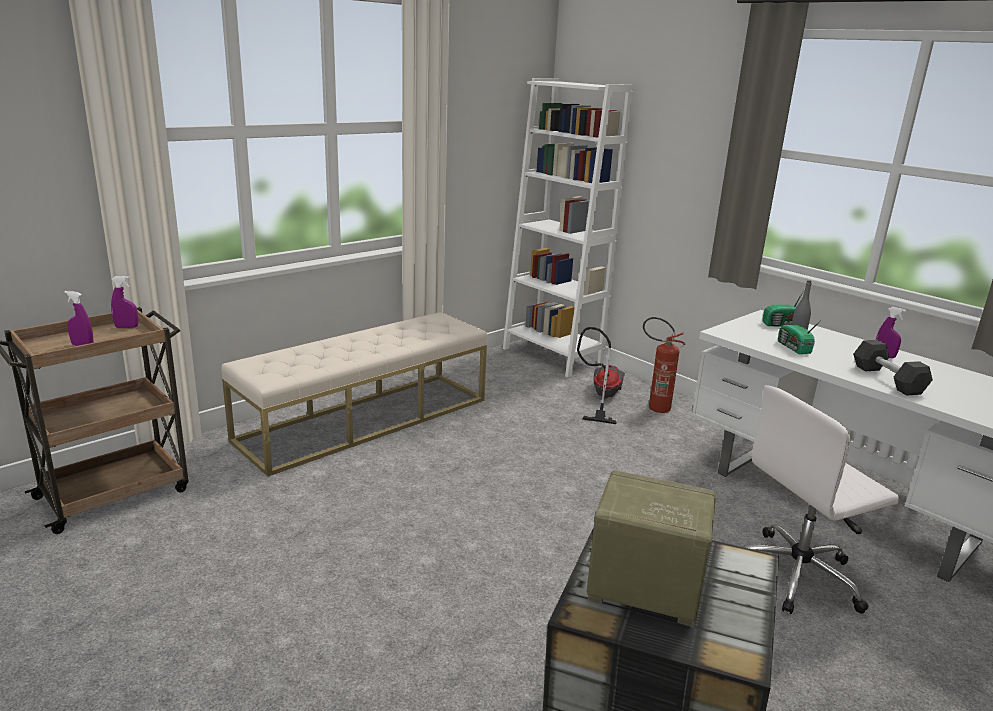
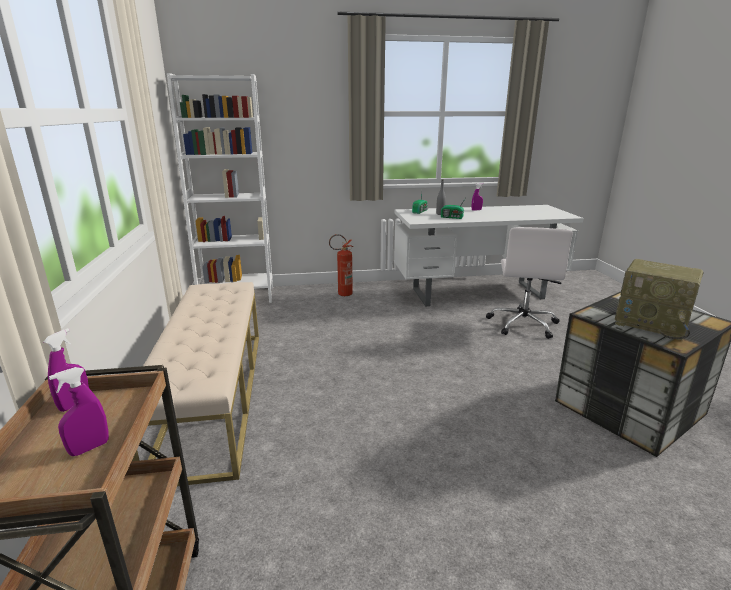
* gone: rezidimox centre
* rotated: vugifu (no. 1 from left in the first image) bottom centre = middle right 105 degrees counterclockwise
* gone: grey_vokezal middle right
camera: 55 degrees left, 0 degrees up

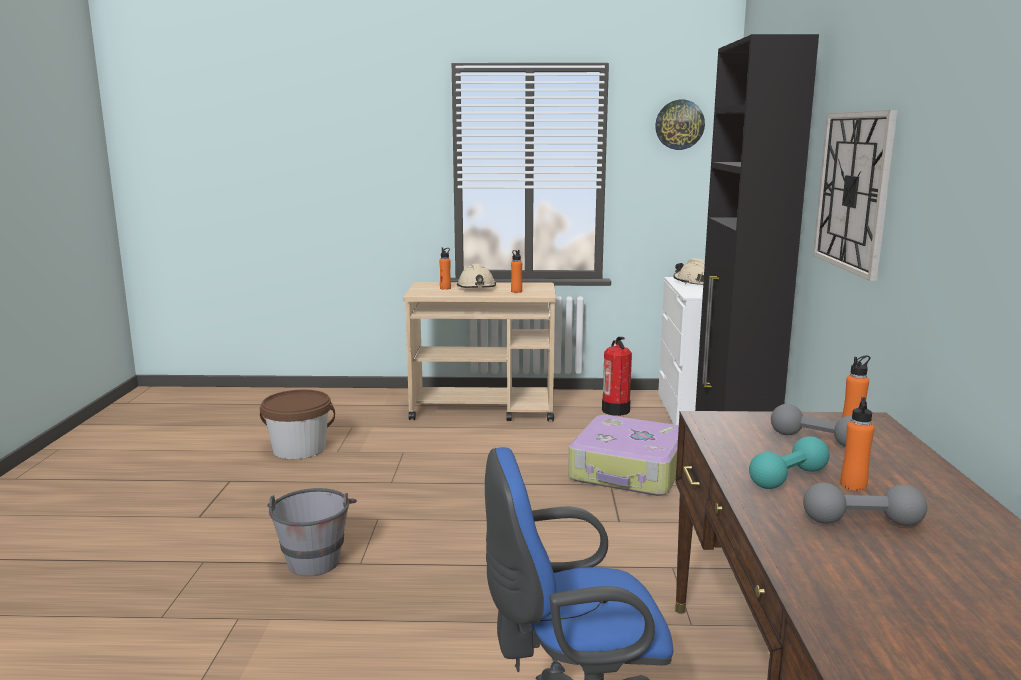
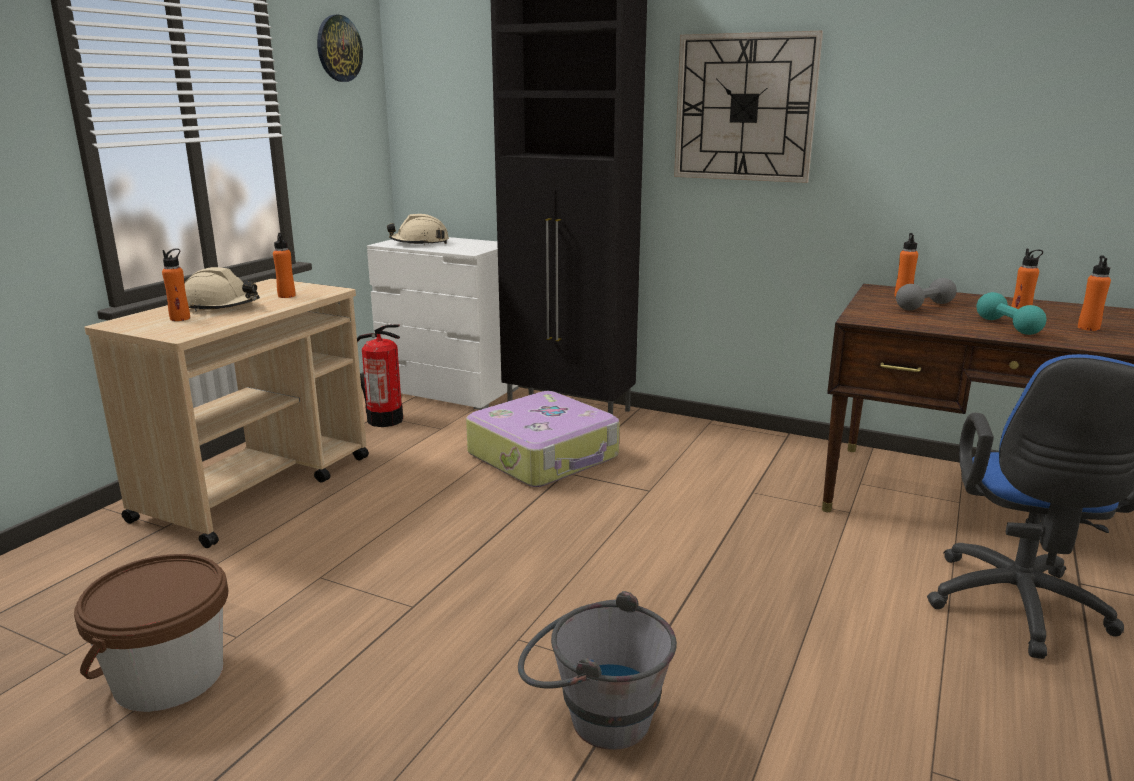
* swapped: grey_vokezal (no. 2 from left) bottom right to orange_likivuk (no. 5 from left) middle right
camera: 65 degrees left, 5 degrees up

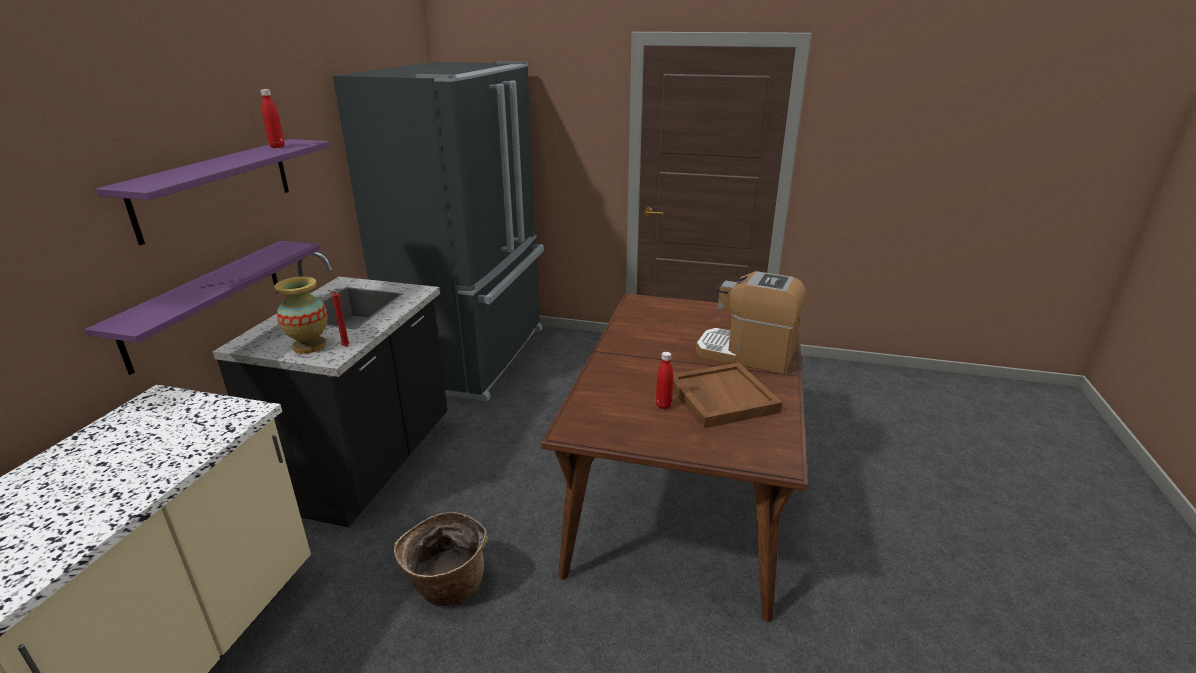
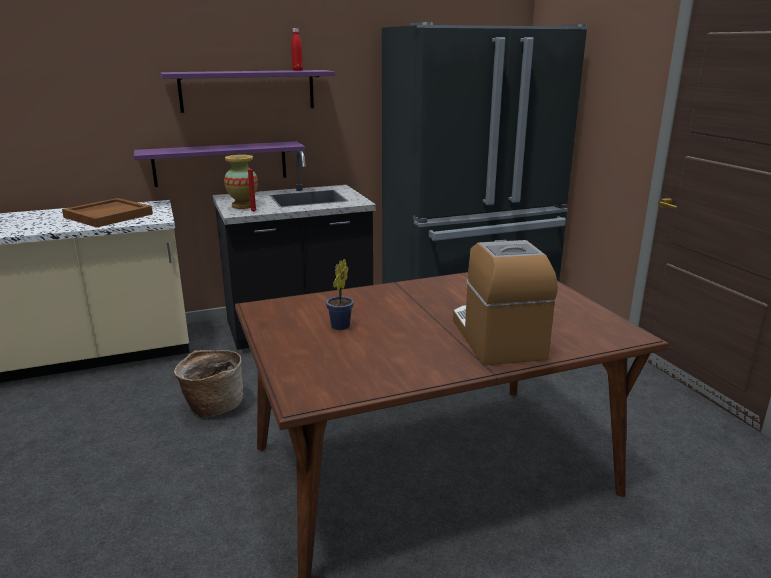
* swapped: red_likivuk (no. 2 from left) centre to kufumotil centre
* shifted: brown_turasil centre to middle left
camera: 55 degrees right, 5 degrees down

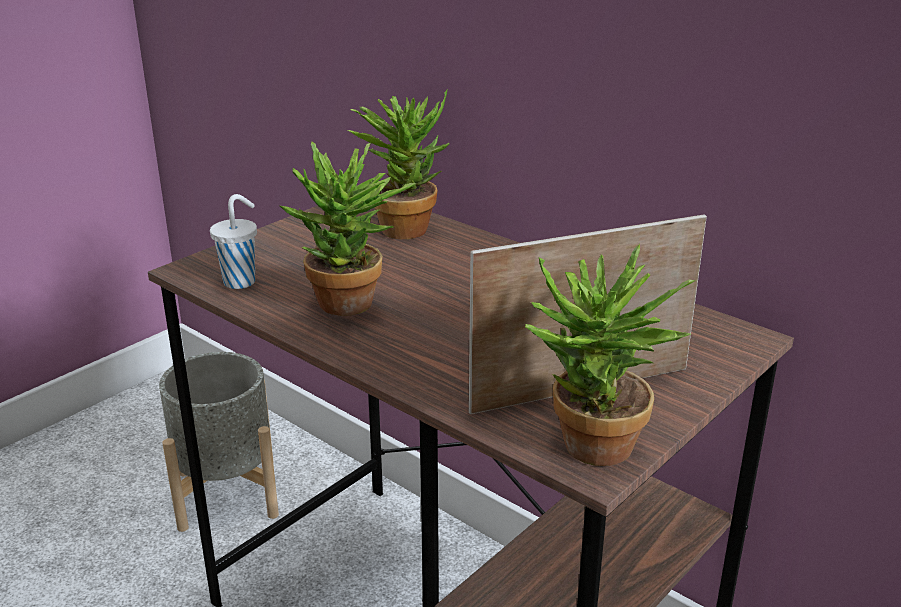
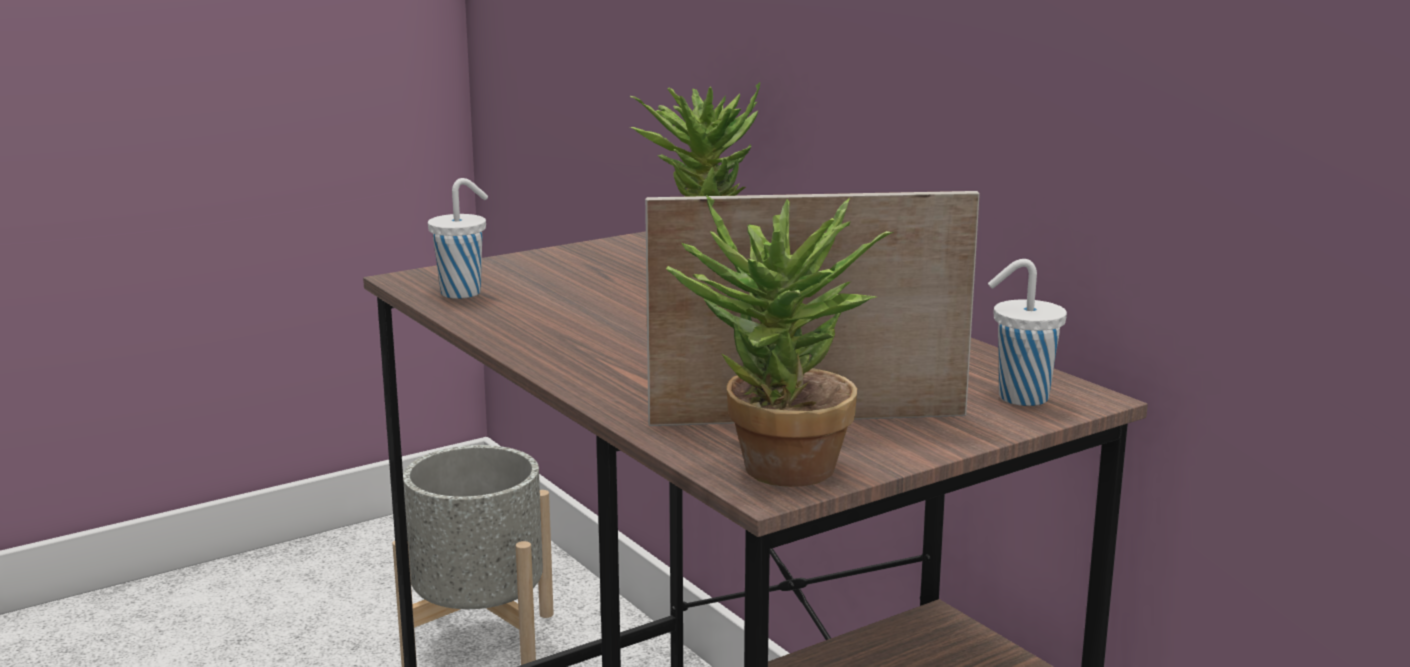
* gone: kufumotil (no. 1 from left) centre
* new: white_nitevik (no. 2 from left) middle right
camera: 15 degrees right, 10 degrees down

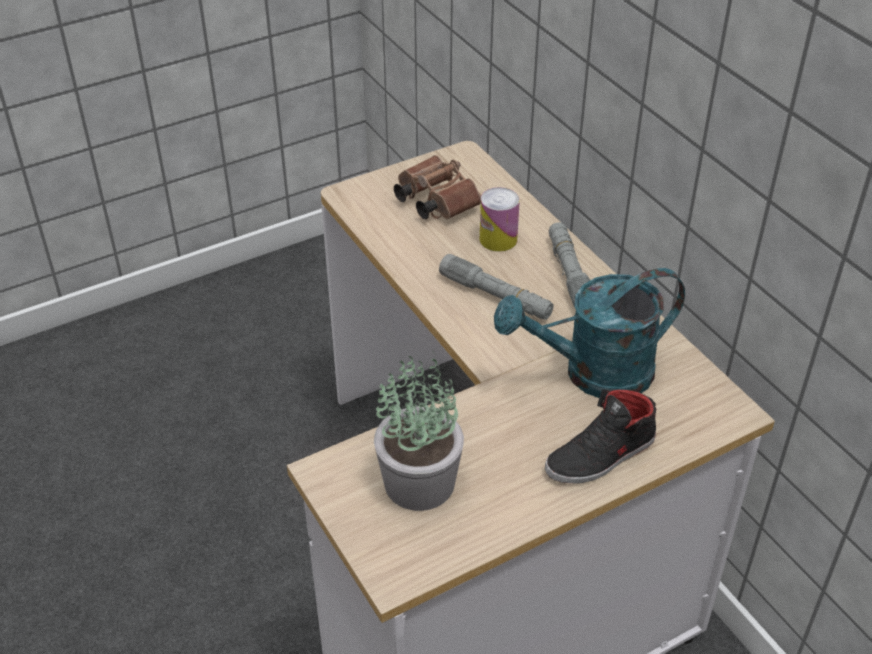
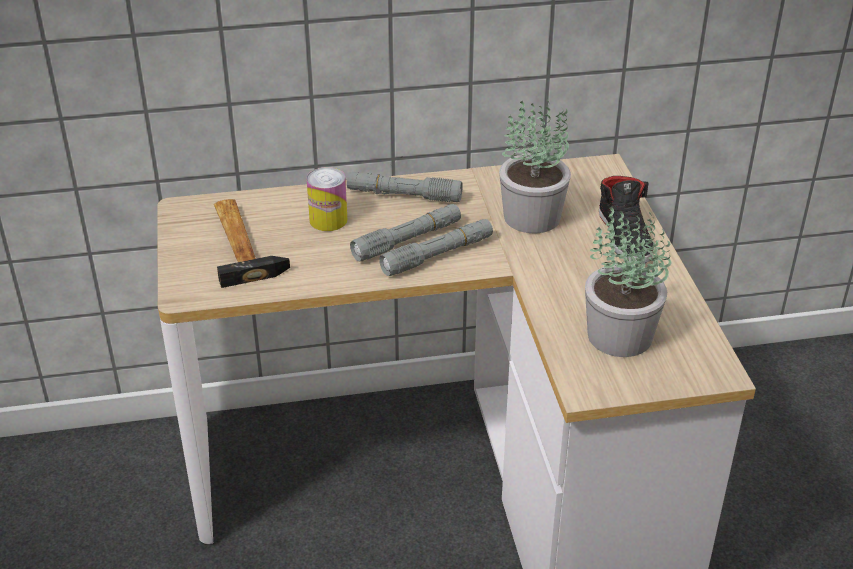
* swapped: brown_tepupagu top centre to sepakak middle left
* swapped: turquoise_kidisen middle right to kufumotil (no. 1 from left) top centre
* new: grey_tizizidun (no. 3 from left) centre
camera: 70 degrees left, 5 degrees down

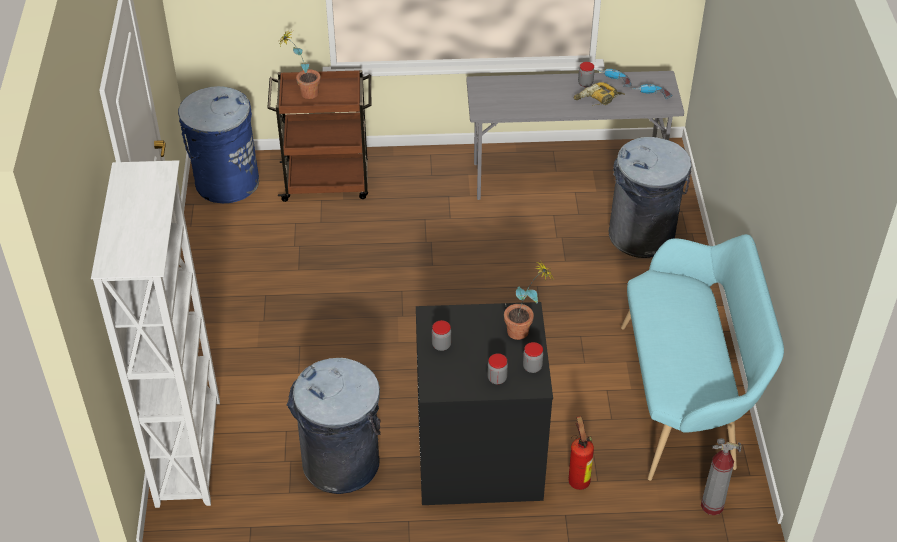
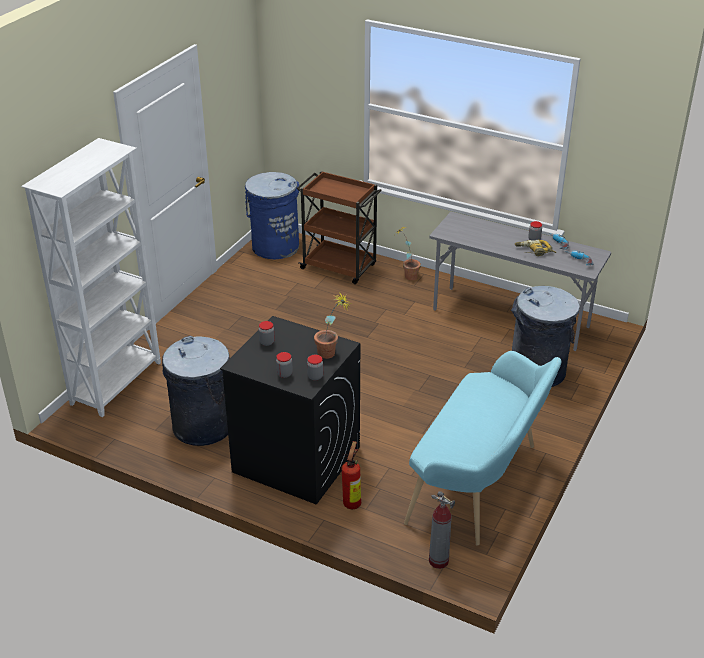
* shifted: kufumotil (no. 1 from left in the first image) top centre to kufumotil (no. 2 from left) centre
camera: 30 degrees right, 10 degrees down

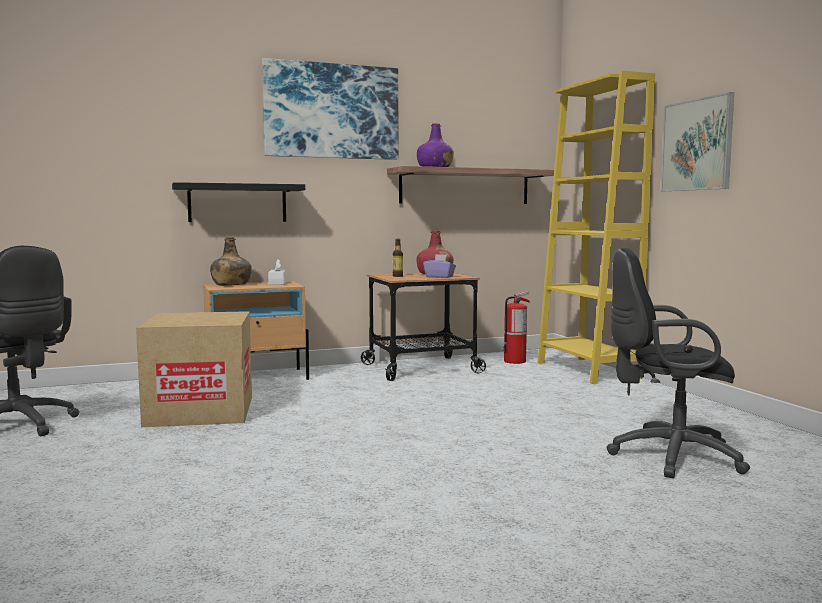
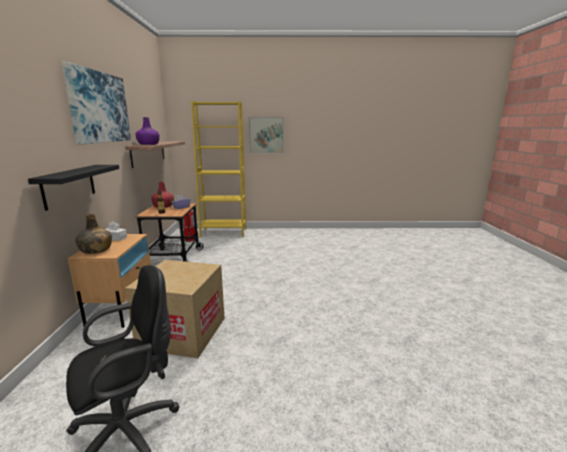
* gone: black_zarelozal (no. 2 from left) middle right
camera: 70 degrees left, 10 degrees up

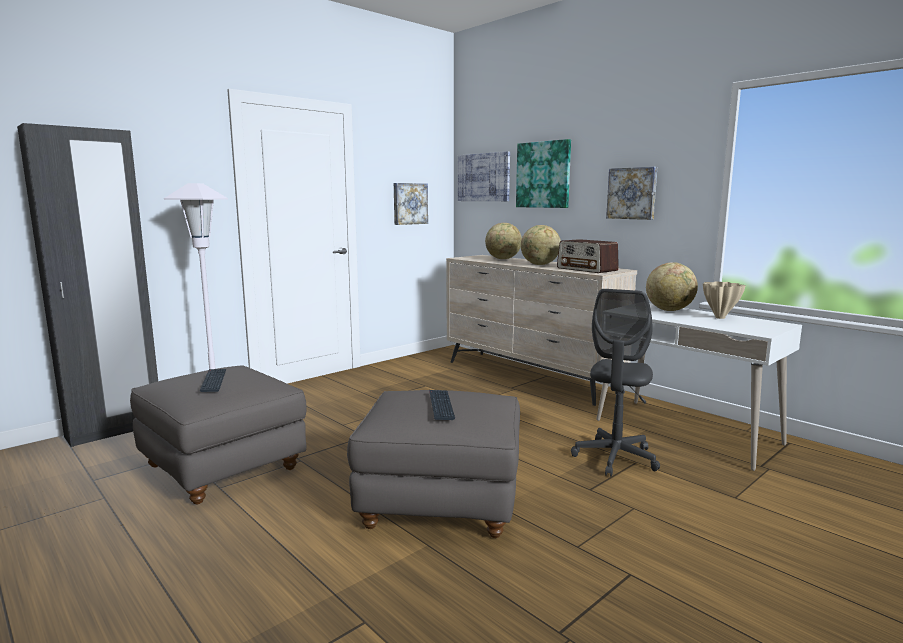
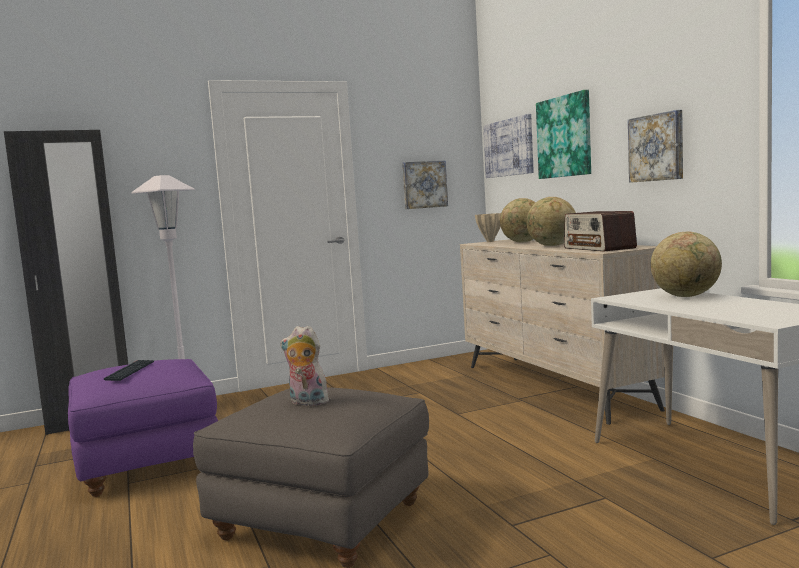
* repainted: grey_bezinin (no. 1 from left) bottom left to purple_bezinin bottom left
* swapped: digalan (no. 2 from left) centre to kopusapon centre
* gone: grey_zarelozal middle right
* shifted: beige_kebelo middle right to centre
camera: 20 degrees right, 5 degrees down

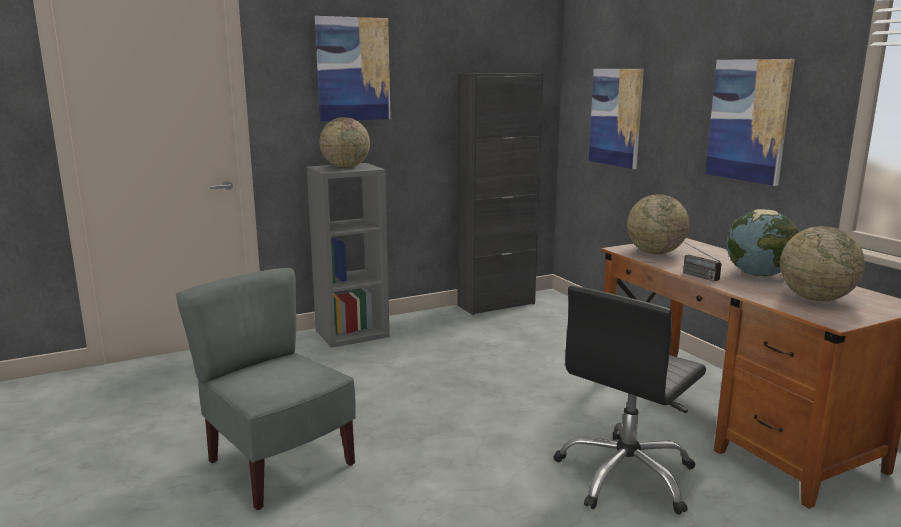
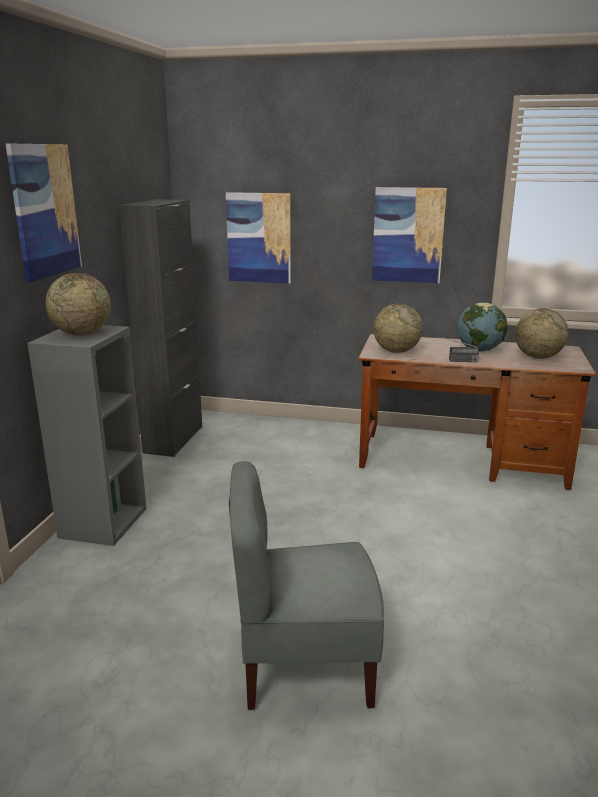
* gone: black_zarelozal bottom right
camera: 50 degrees left, 5 degrees up

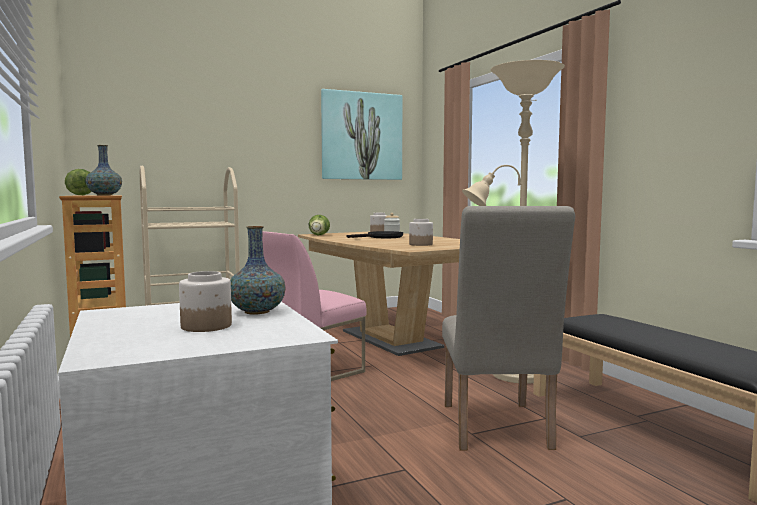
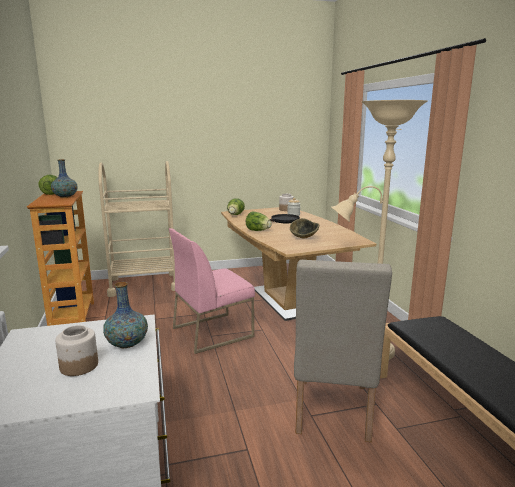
* gone: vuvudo top centre
* swapped: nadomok (no. 4 from left) centre to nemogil centre
* new: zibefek (no. 3 from left) centre
camera: 10 degrees right, 10 degrees up

